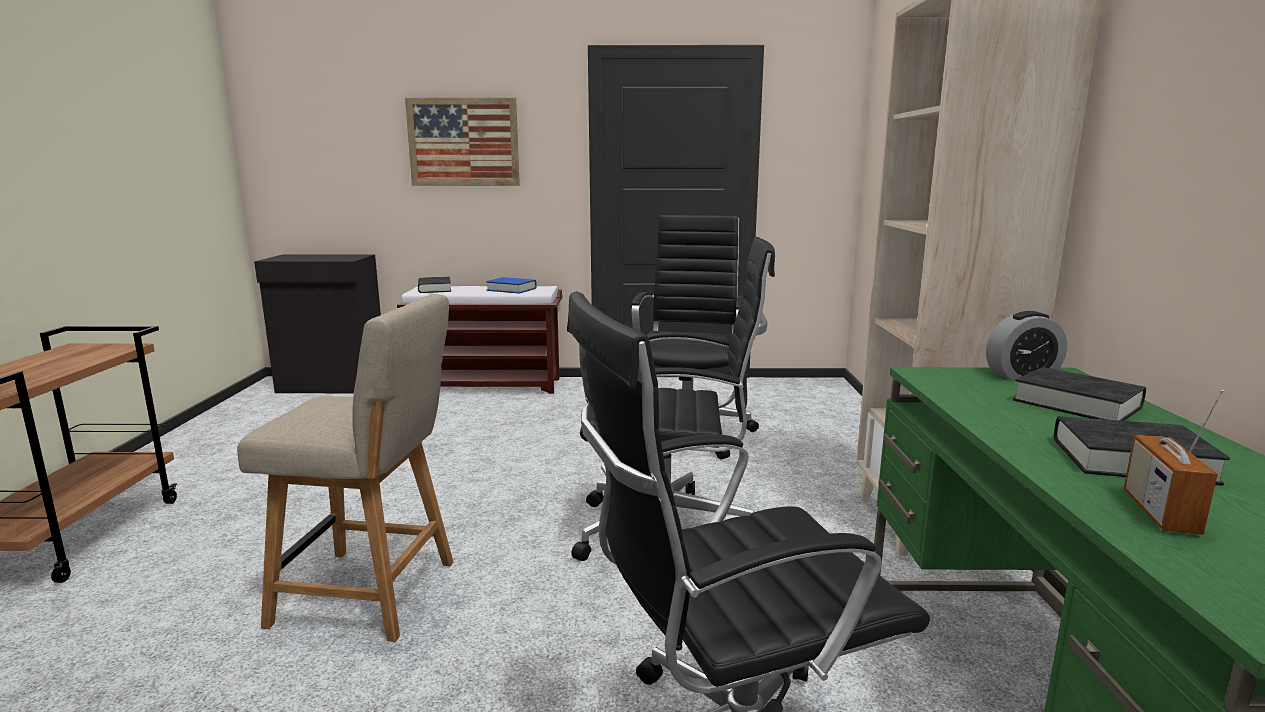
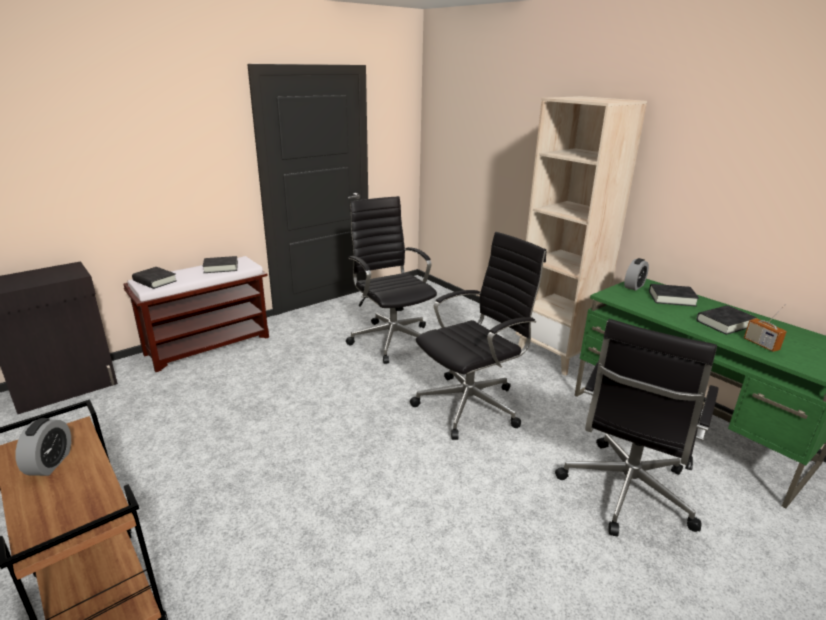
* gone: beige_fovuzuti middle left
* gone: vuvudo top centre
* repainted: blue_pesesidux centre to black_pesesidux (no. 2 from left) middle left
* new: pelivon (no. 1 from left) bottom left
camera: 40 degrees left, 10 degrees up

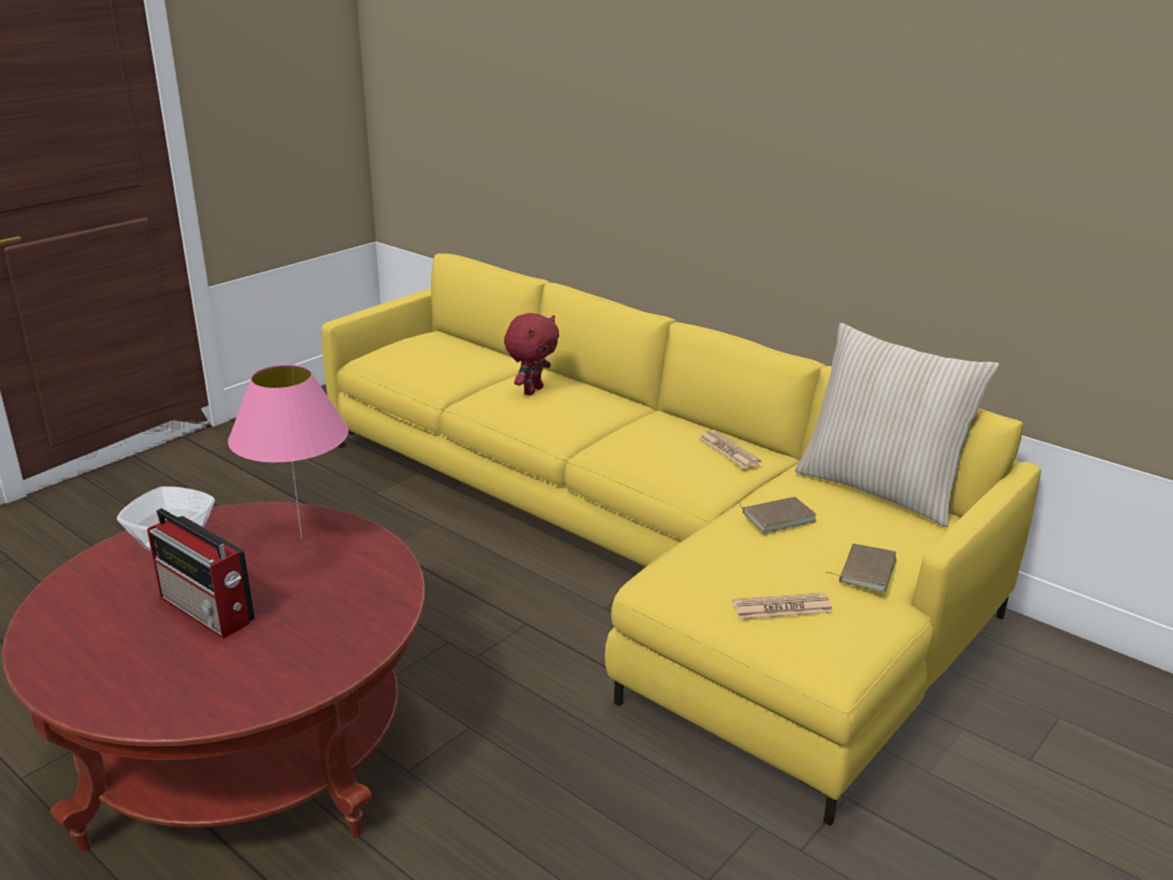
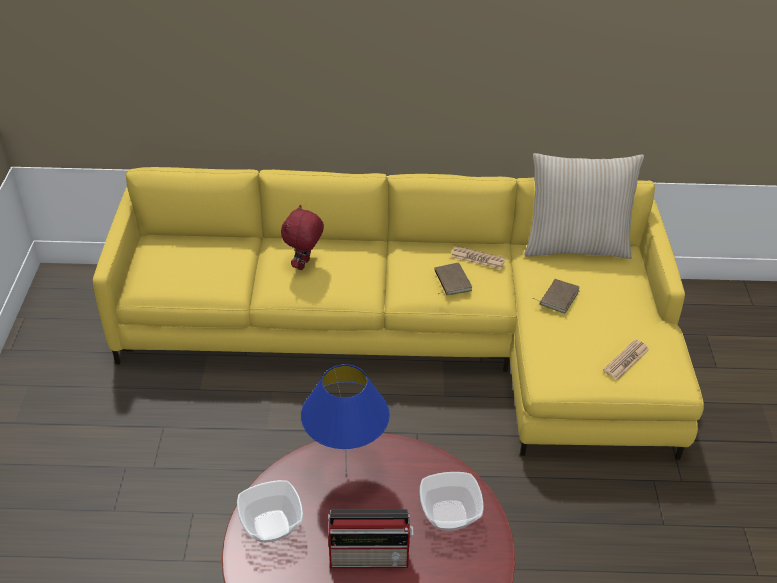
* repainted: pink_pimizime middle left to blue_pimizime bottom centre
* rotated: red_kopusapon centre = centre 150 degrees counterclockwise
* shifted: brown_pesesidux (no. 2 from left in the first image) middle right to brown_pesesidux (no. 1 from left) centre
* new: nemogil (no. 2 from left) bottom centre
camera: 40 degrees left, 15 degrees up

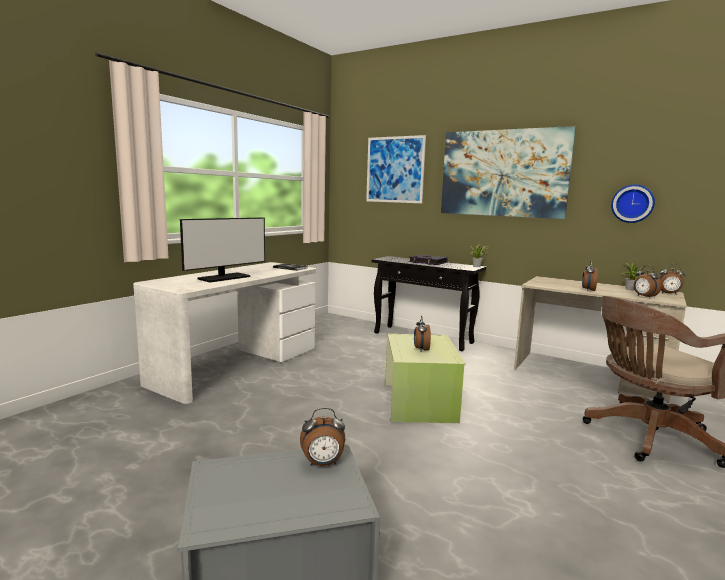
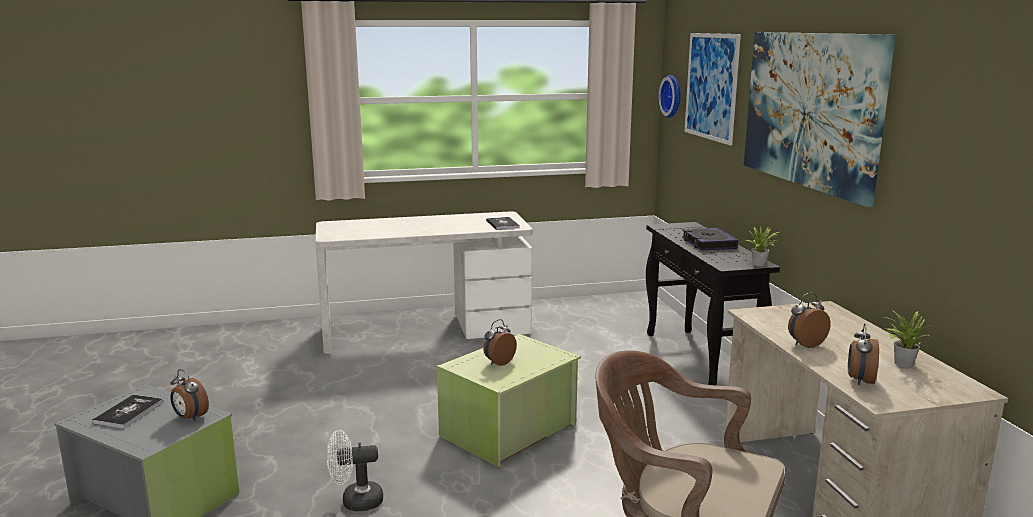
* gone: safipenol middle left
* shifted: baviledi middle right to top centre
* gone: pelivon (no. 5 from left) middle right
* new: pesesidux (no. 1 from left) bottom left
* new: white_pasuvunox bottom centre
camera: 45 degrees right, 5 degrees up

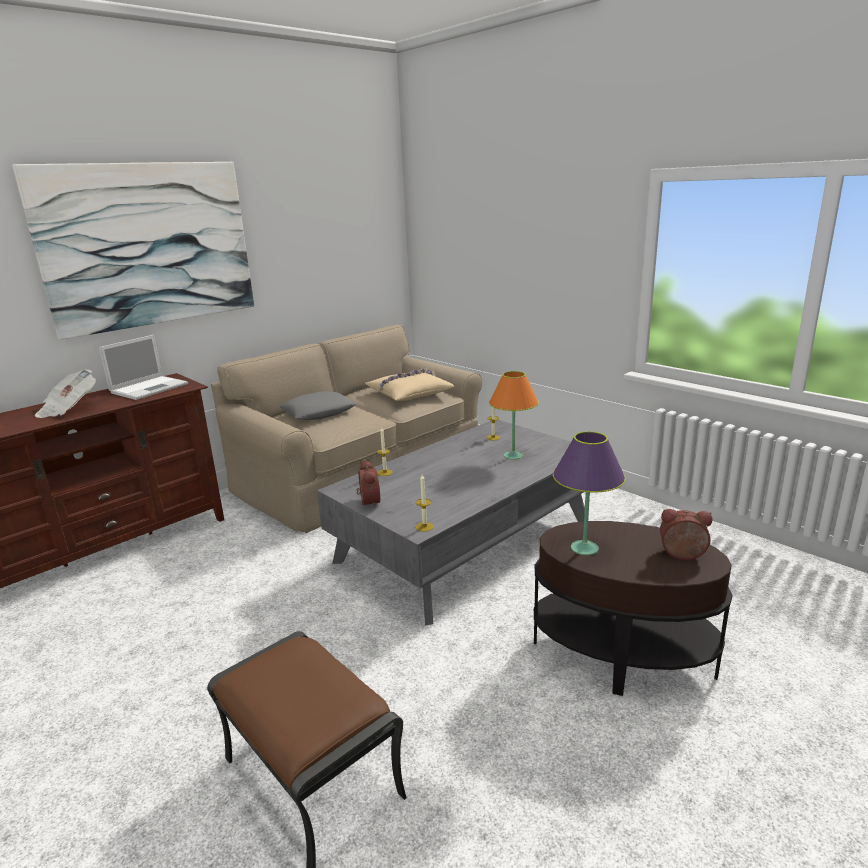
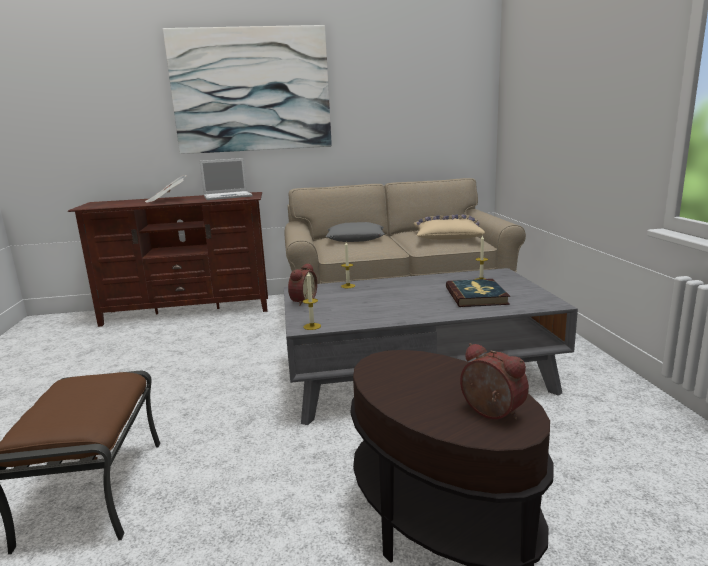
* swapped: orange_pimizime centre to pesesidux middle right
* gone: purple_pimizime middle right
camera: 35 degrees right, 5 degrees down

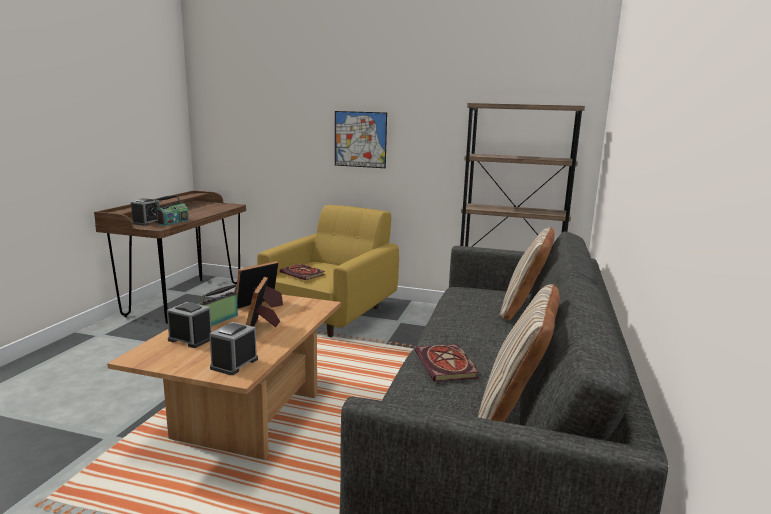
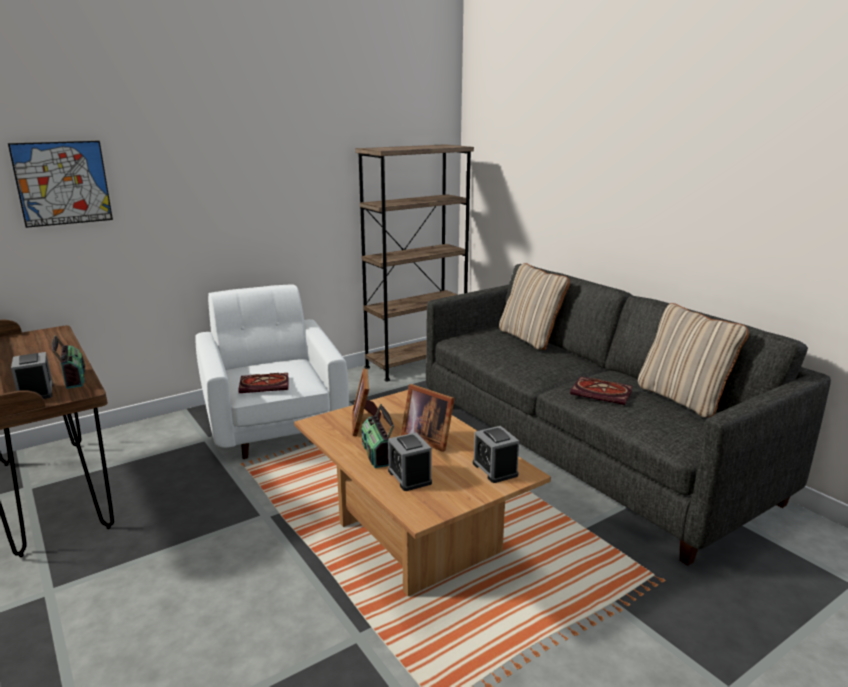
* rotated: pelivon (no. 2 from left) middle left = bottom centre 90 degrees counterclockwise
* repainted: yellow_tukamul centre to white_tukamul middle left
* shifted: vuvudo top centre to top left
camera: 50 degrees left, 5 degrees up

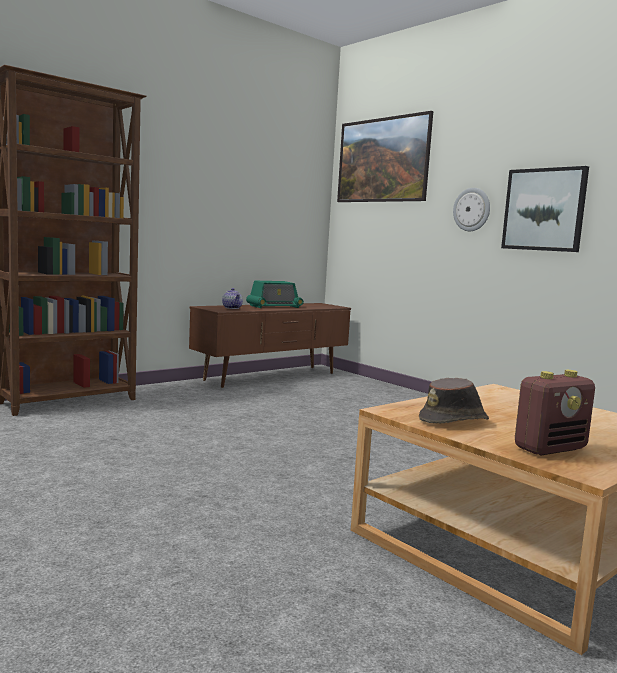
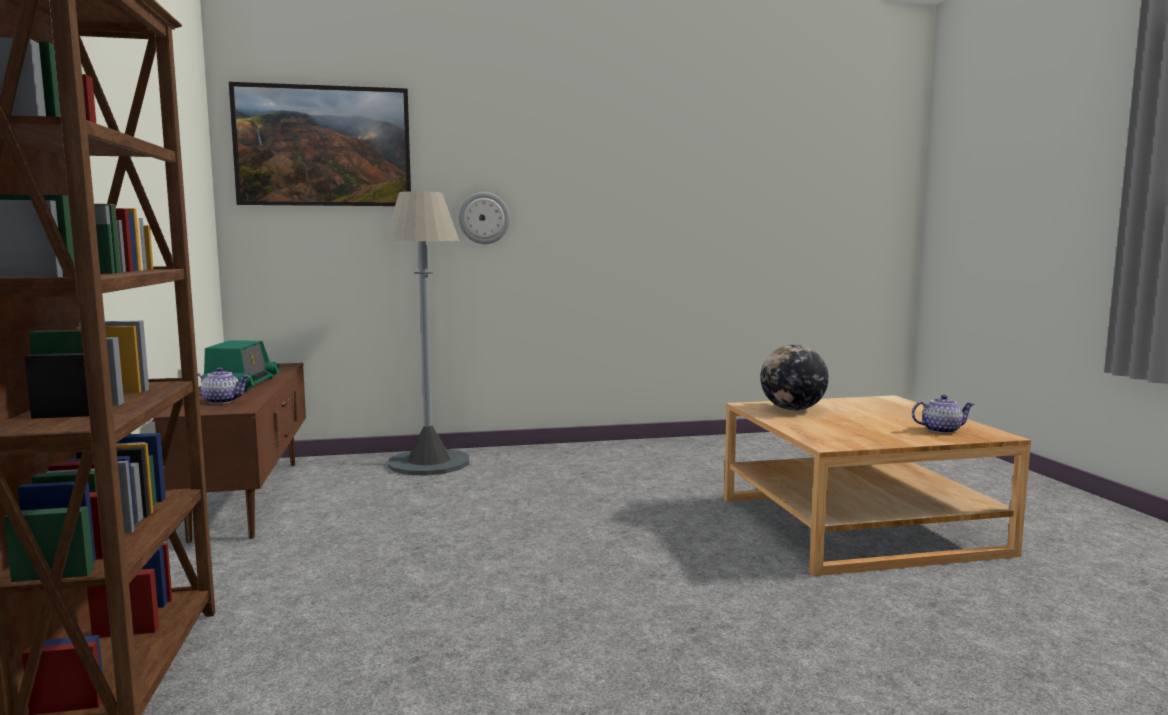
* gone: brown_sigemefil middle right
* gone: vuvudo (no. 2 from left) top right
* swapped: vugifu (no. 2 from left) middle right to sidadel (no. 2 from left) middle right
* new: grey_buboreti centre
* new: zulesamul middle right
camera: 60 degrees left, 0 degrees up

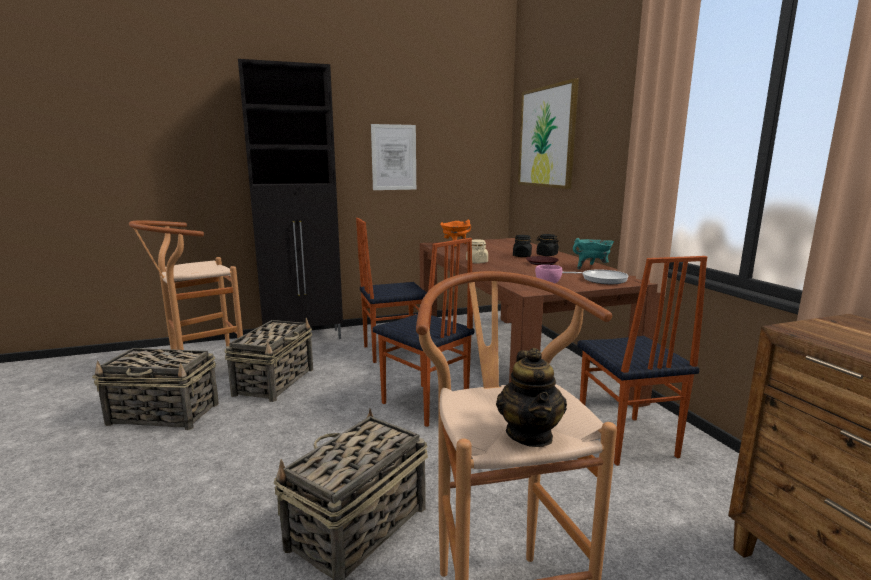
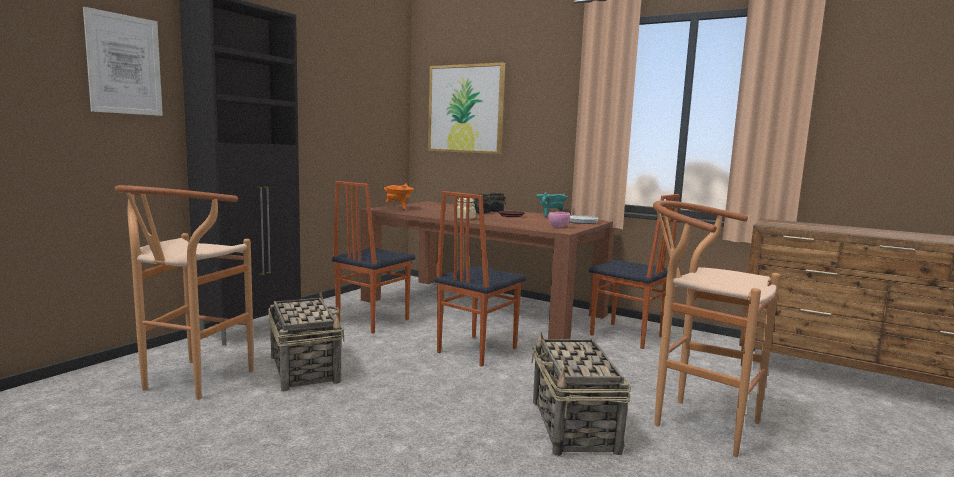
* gone: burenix (no. 1 from left) bottom left
* shifted: vuvudo (no. 1 from left) top centre to top left
* rotated: fovuzuti (no. 2 from left) centre = centre 120 degrees clockwise
* gone: sidadel bottom centre
camera: 40 degrees left, 5 degrees down

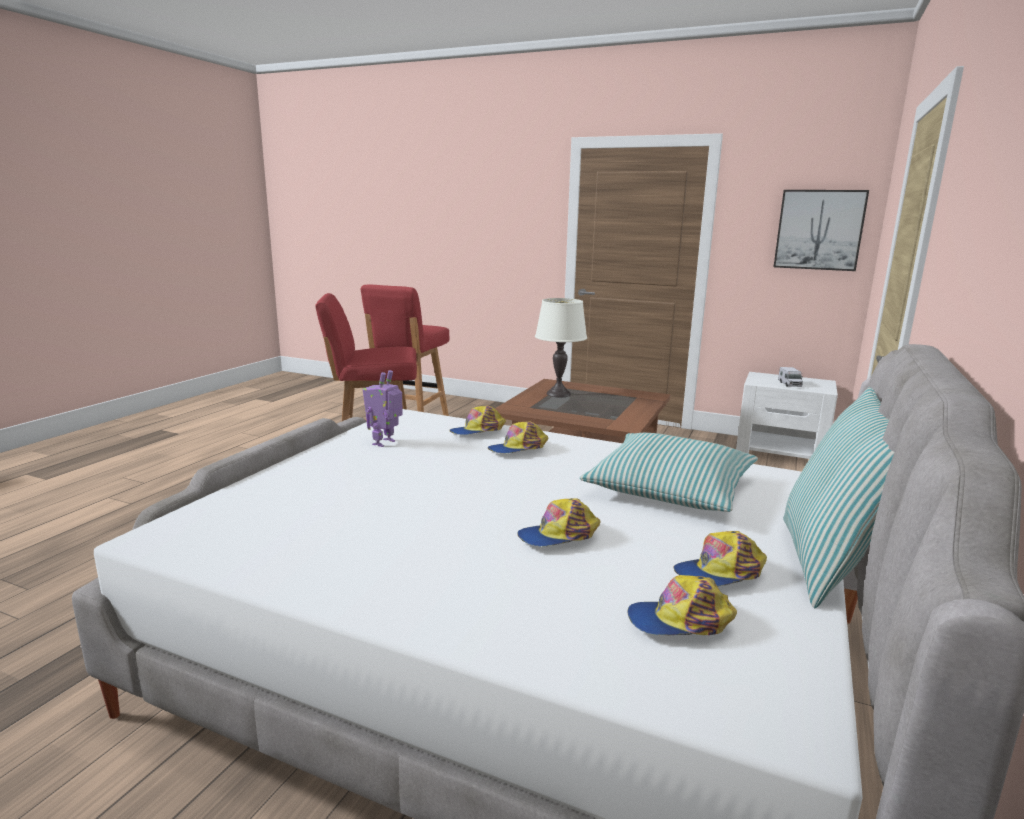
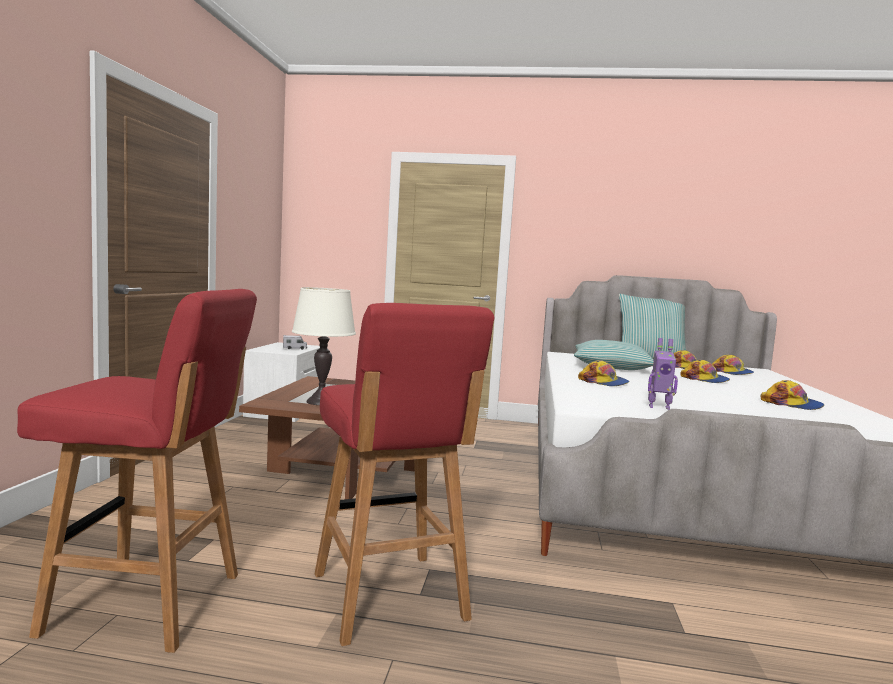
* shifted: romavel (no. 1 from left in the first image) centre to romavel (no. 5 from left) middle right
* gone: vuvudo top right
camera: 105 degrees left, 10 degrees down

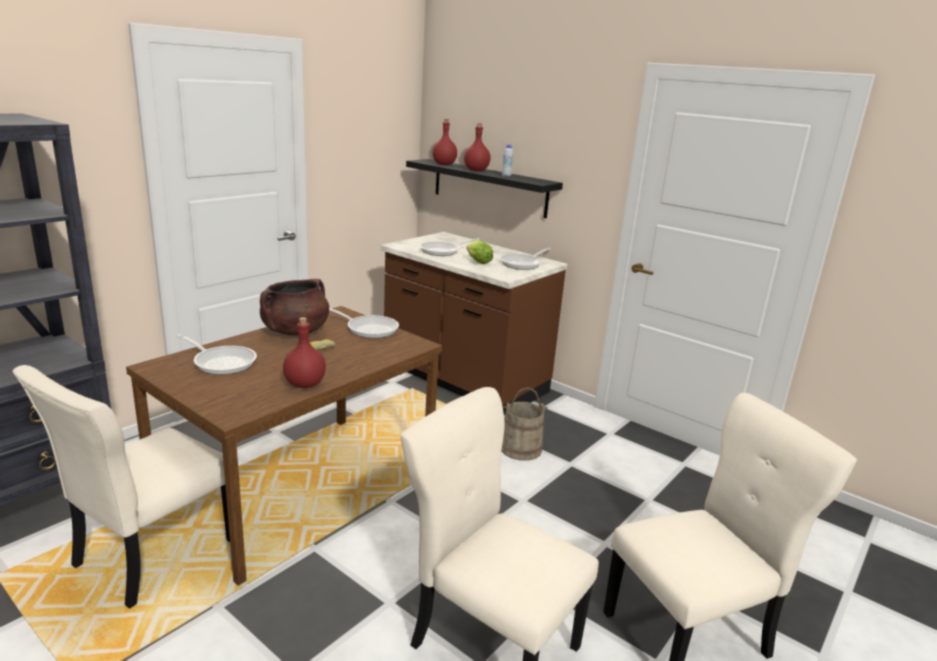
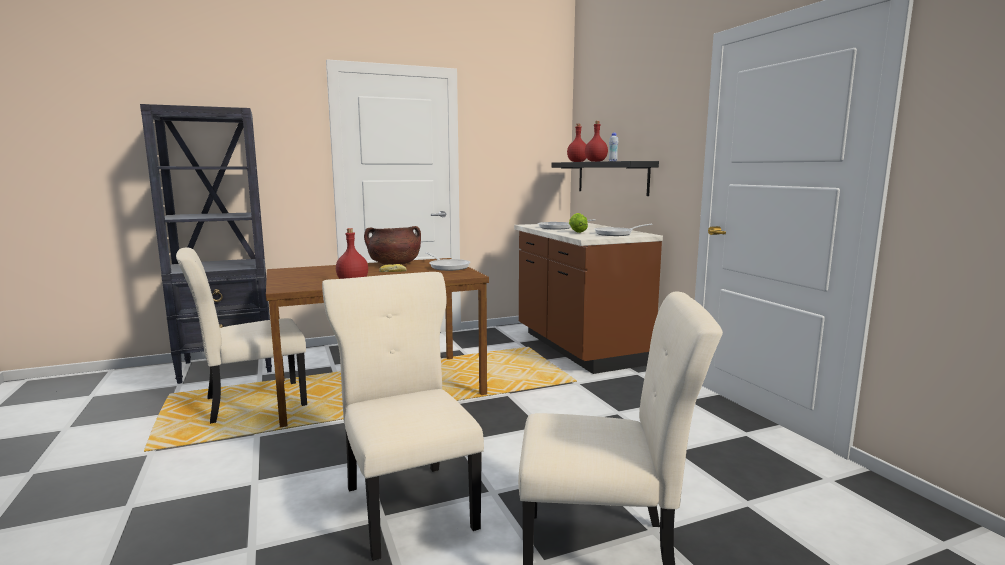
* gone: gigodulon (no. 1 from left) middle left
* gone: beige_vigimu centre
camera: 30 degrees right, 10 degrees down

